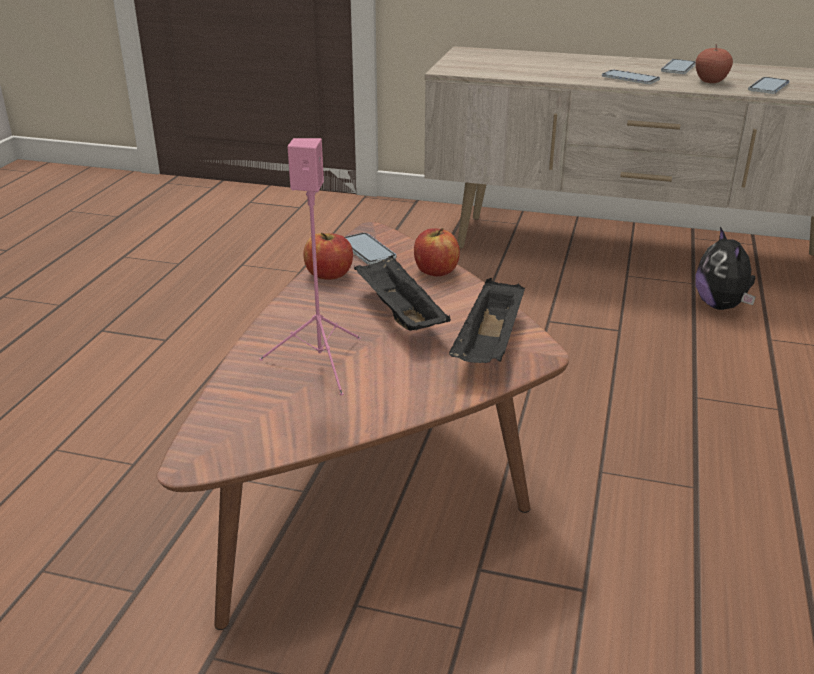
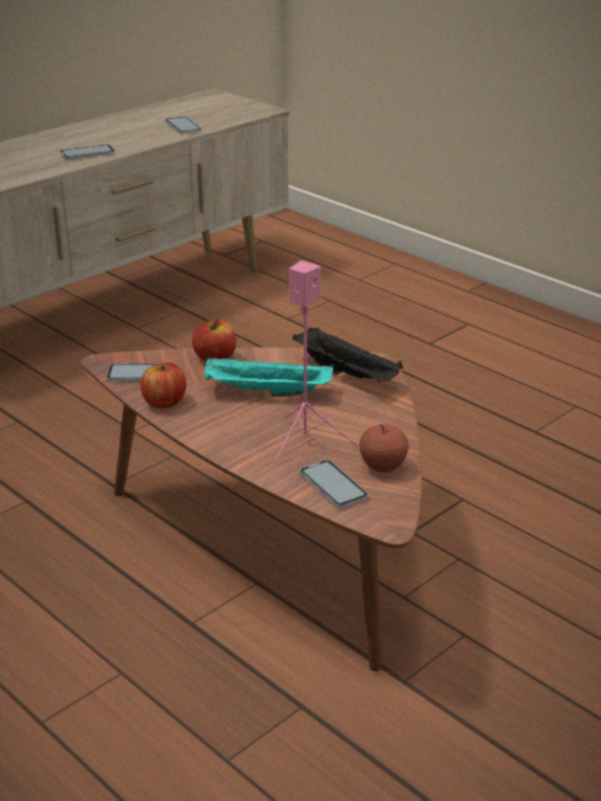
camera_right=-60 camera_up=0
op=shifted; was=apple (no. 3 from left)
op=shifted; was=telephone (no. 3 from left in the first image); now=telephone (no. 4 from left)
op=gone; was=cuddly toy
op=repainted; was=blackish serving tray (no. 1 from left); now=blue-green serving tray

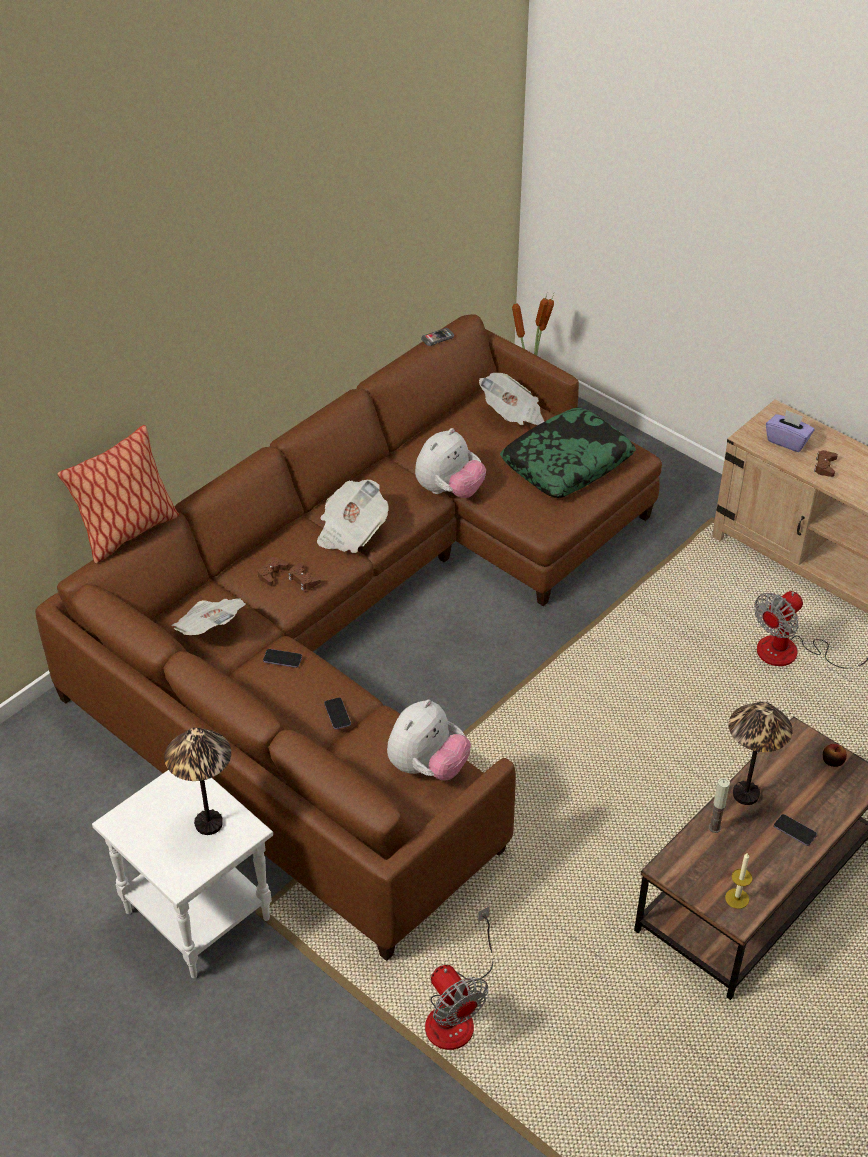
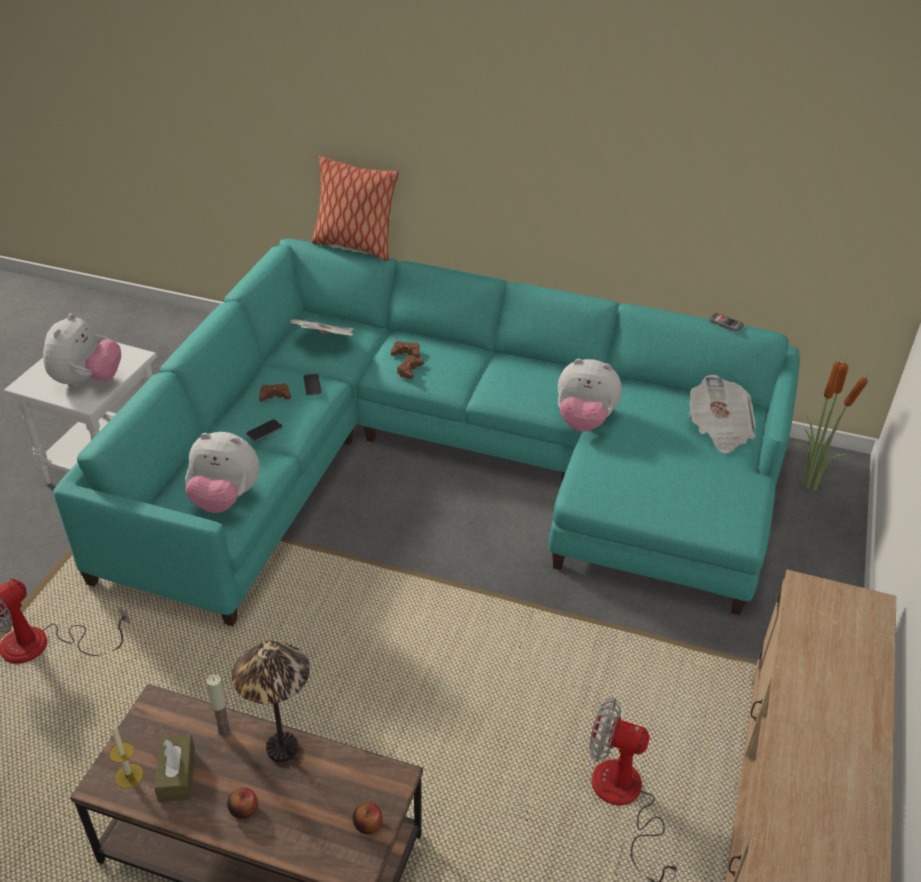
camera_right=65 camera_up=-5
op=repainted; was=brown-coloured sofa; now=blue-green sofa
op=gone; was=pillow (no. 2 from left)
op=gone; was=purple-coloured box of tissues
op=shifted; was=brown-coloured gamepad (no. 3 from left in the first image); now=brown-coloured gamepad (no. 1 from left)
op=gone; was=printed paper (no. 2 from left)
op=swapped; was=lamp for a table (no. 1 from left); now=cuddly toy (no. 1 from left)
op=swapped; was=telephone (no. 4 from left); now=apple (no. 1 from left)
op=new; now=brown-coloured box of tissues

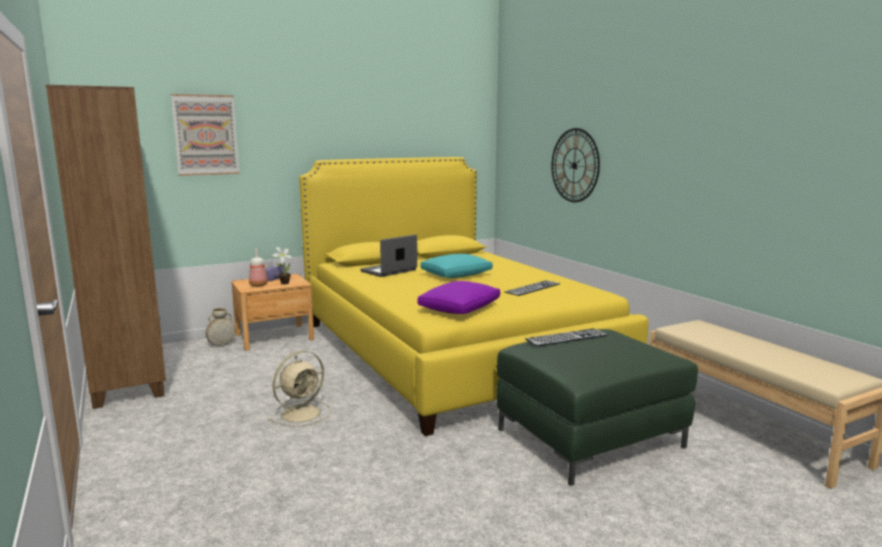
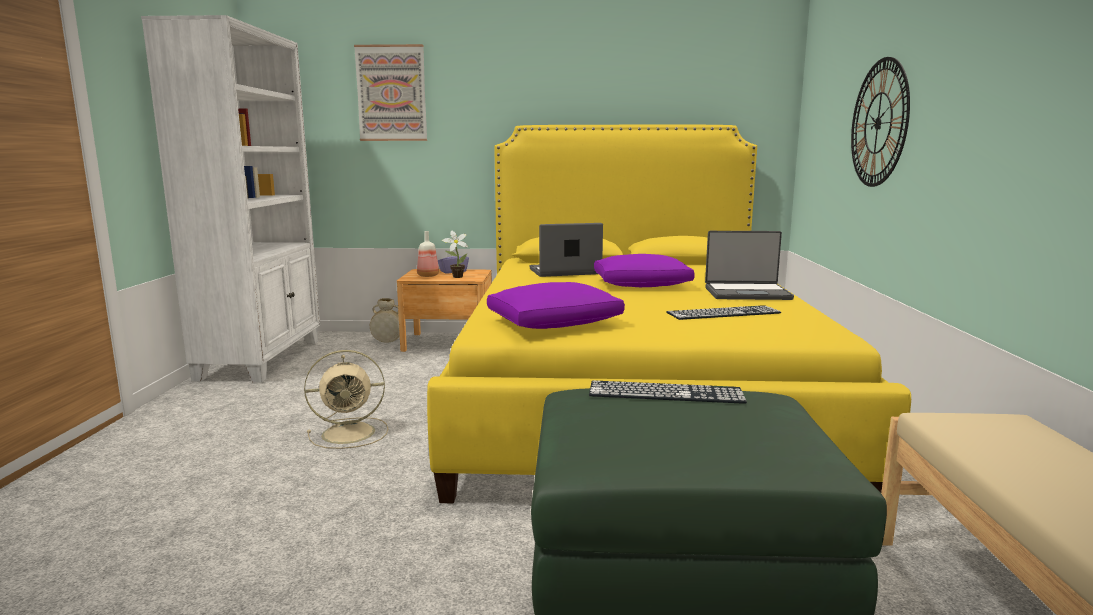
camera_right=30 camera_up=0
op=repainted; was=brown-coloured shelving unit; now=whitish shelving unit
op=repainted; was=blue-green pillow; now=purple-coloured pillow (no. 2 from left)
op=new; now=notebook computer (no. 2 from left)

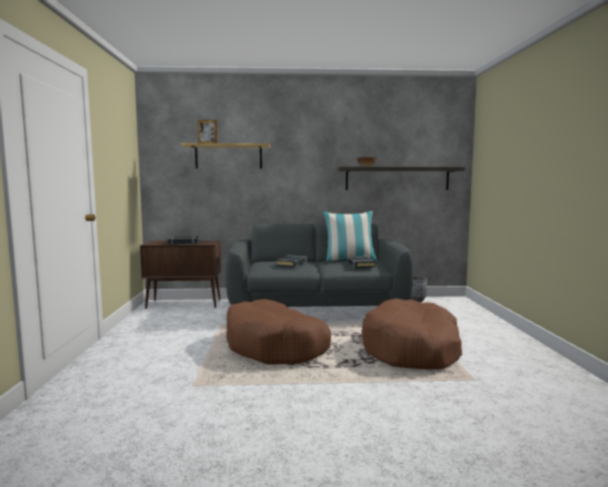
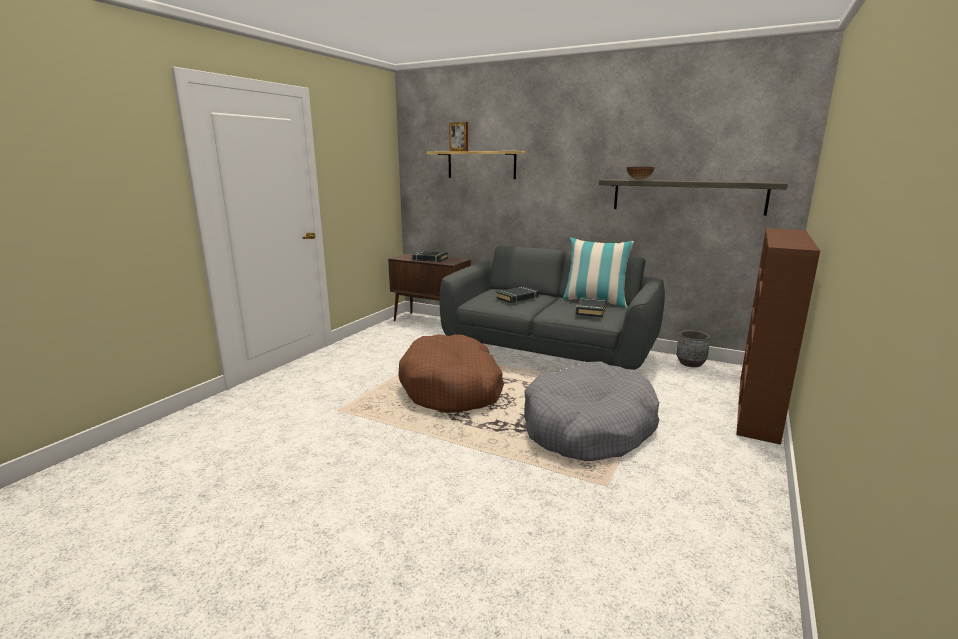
camera_right=30 camera_up=10
op=repainted; was=brown-coloured dog cushion (no. 2 from left); now=gray dog cushion
op=new; now=brown-coloured shelving unit

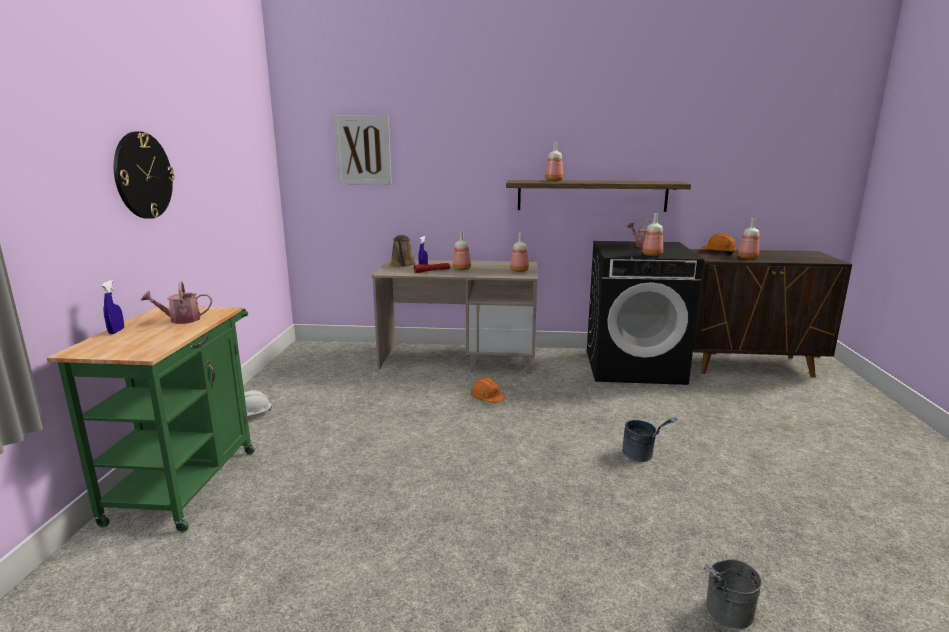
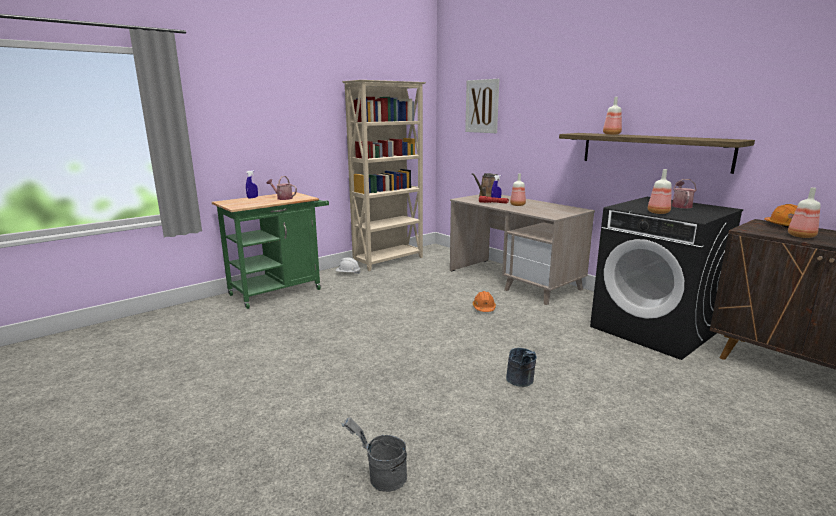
camera_right=45 camera_up=0
op=gone; was=clock on the wall
op=gone; was=beverage bottle (no. 2 from left)
op=new; now=sand-coloured shelving unit

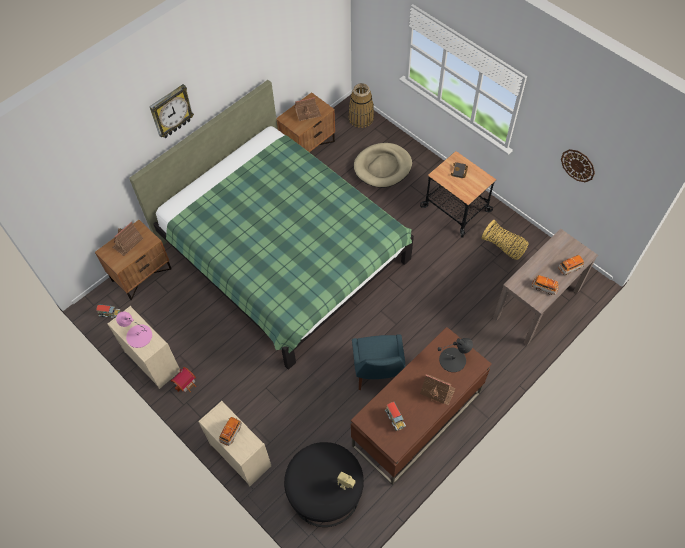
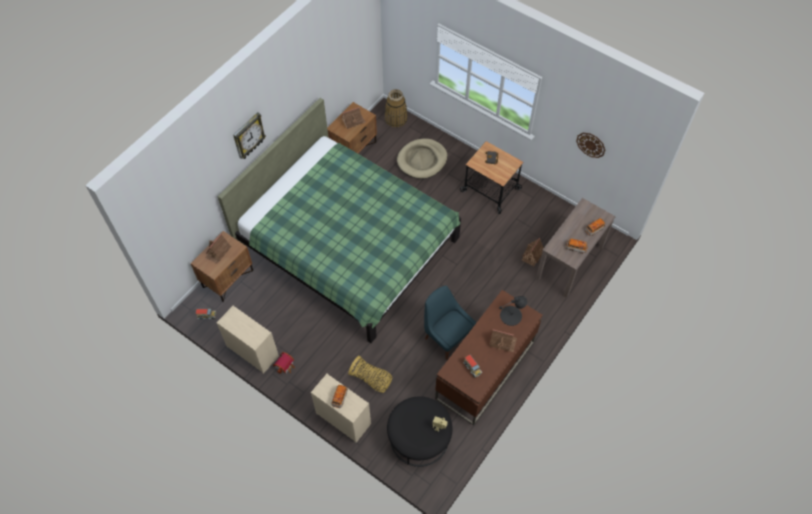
camera_right=-10 camera_up=0
op=shifted; was=household basket (no. 2 from left in the first image); now=household basket (no. 1 from left)
op=gone; was=pink lamp for a table
op=rotated; was=blue-coloured chair; clockwise=150
op=new; now=toy house (no. 5 from left)

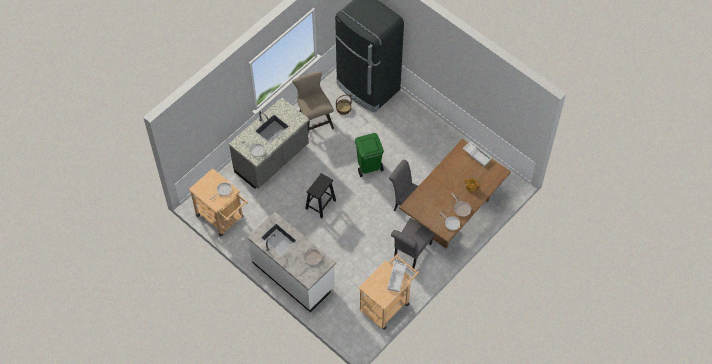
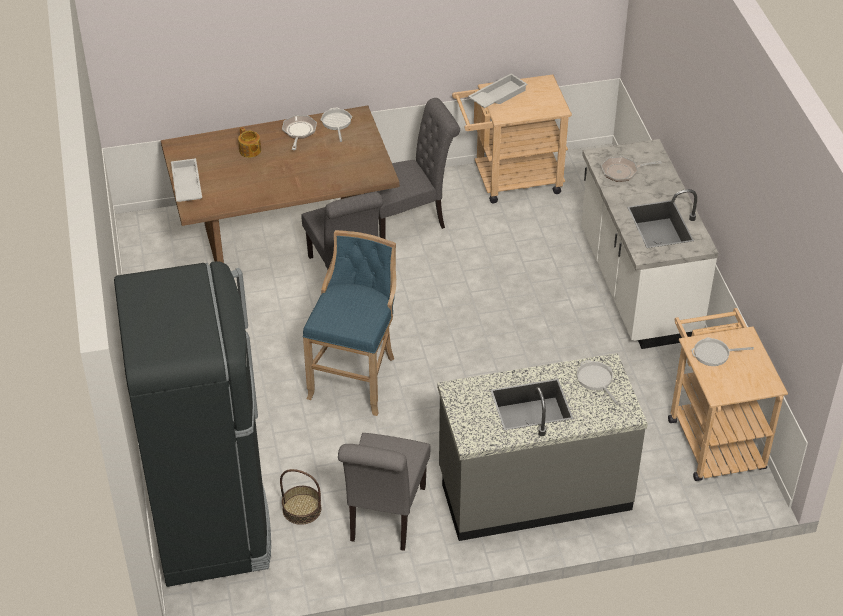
camera_right=-145 camera_up=-15
op=swapped; was=sand-coloured stool; now=gray chair (no. 2 from left)
op=swapped; was=green trash can; now=blue-coloured stool
op=gone; was=blackish stool

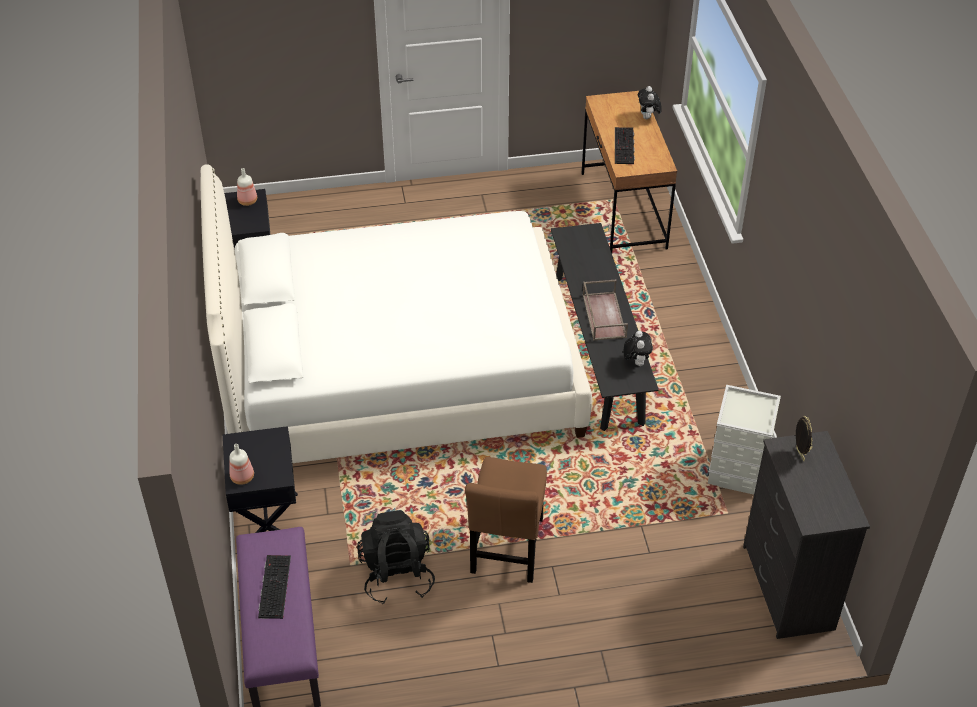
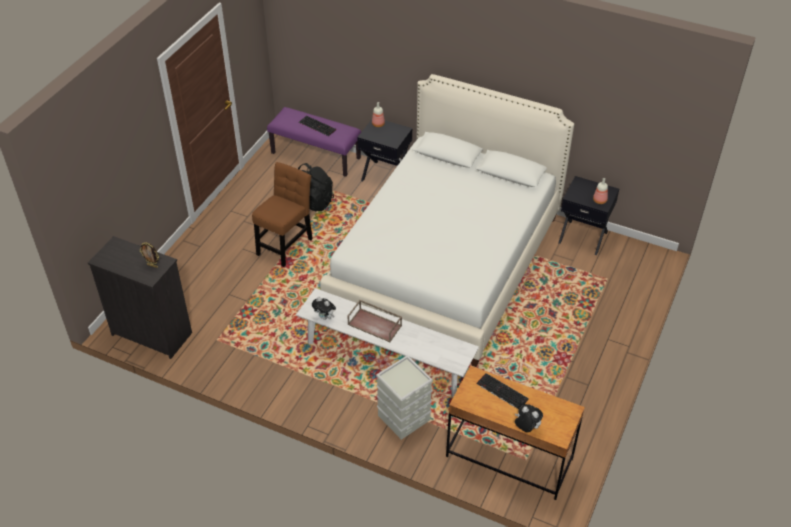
camera_right=125 camera_up=0
op=repainted; was=blackish indoor bench; now=whitish indoor bench
op=shifted; was=gray storage bin
op=rotated; was=brown-coloured chair; clockwise=75

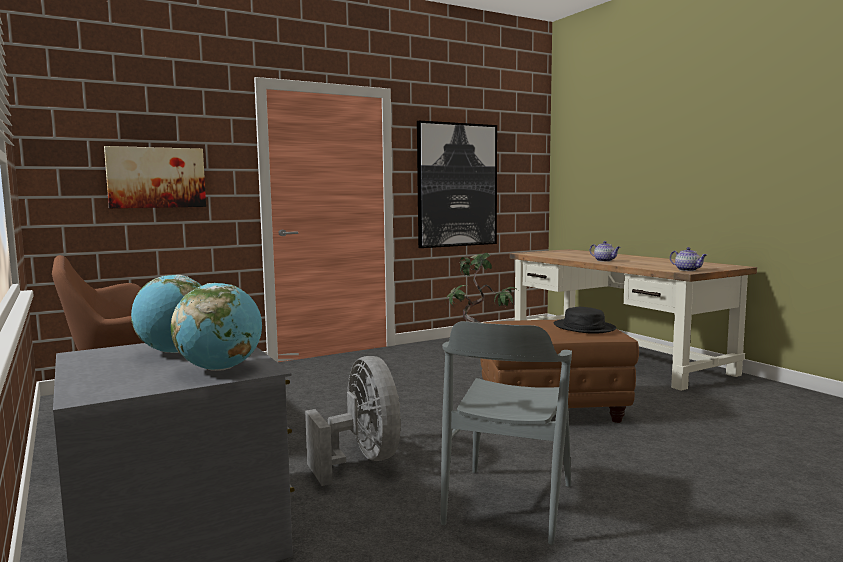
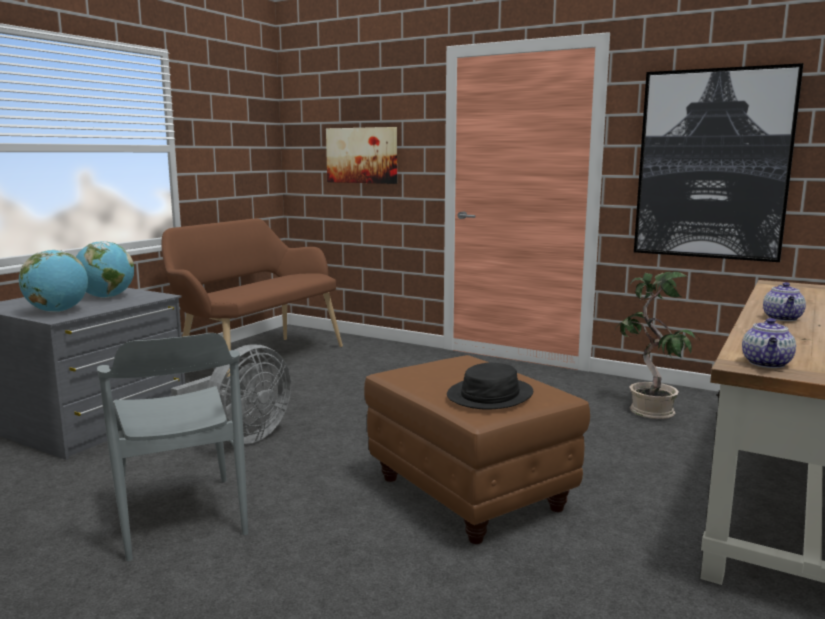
camera_right=60 camera_up=5
op=rotated; was=gray chair; clockwise=-105

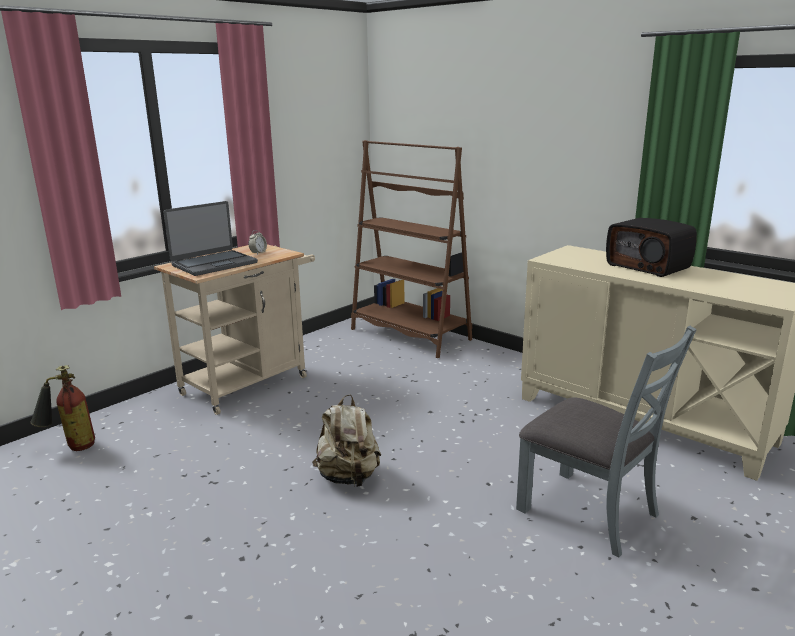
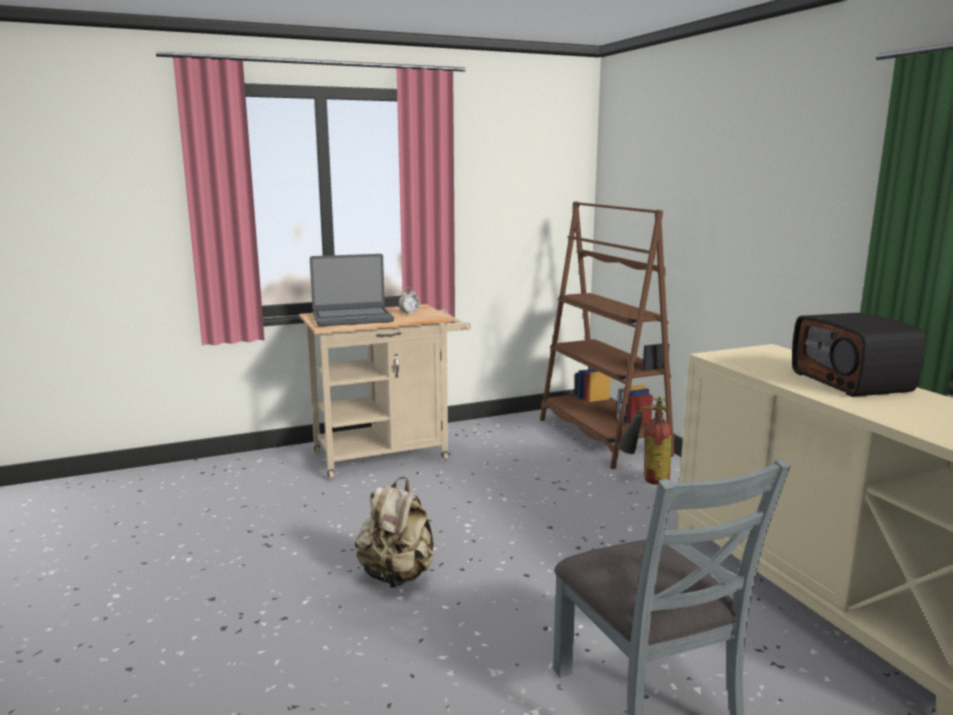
camera_right=25 camera_up=-5
op=shifted; was=fire-fighting cylinder

